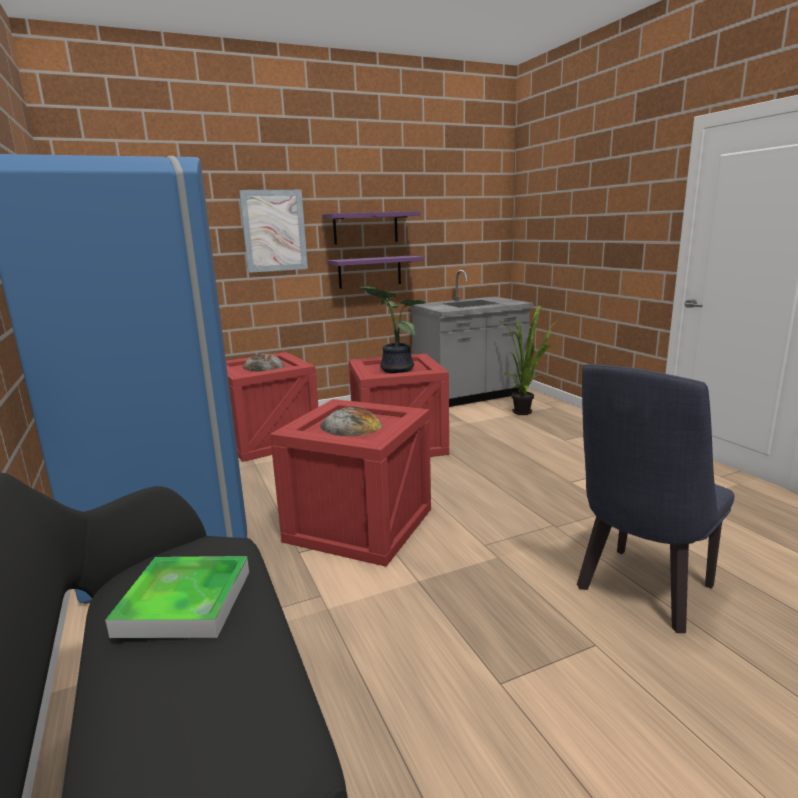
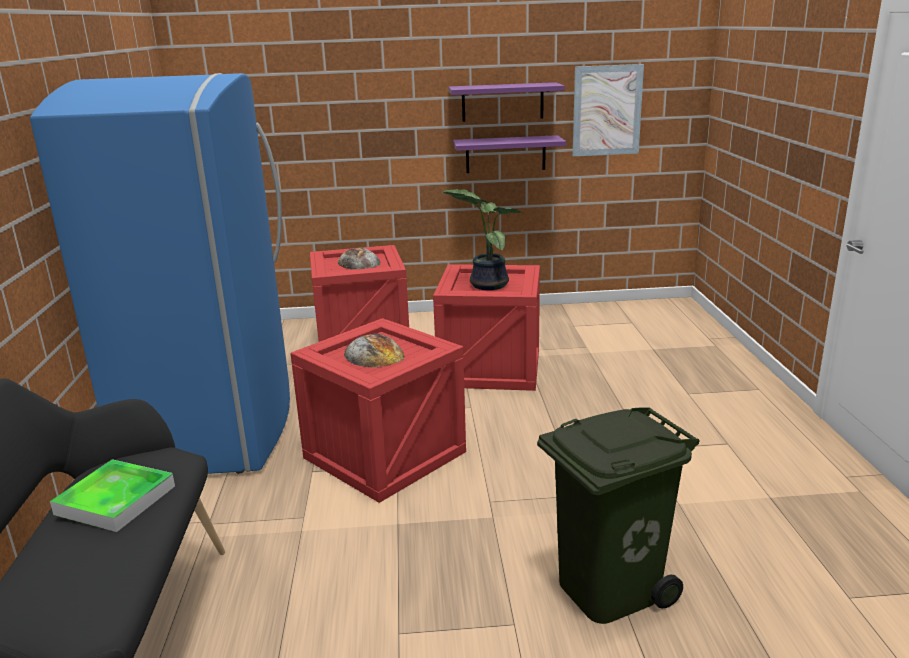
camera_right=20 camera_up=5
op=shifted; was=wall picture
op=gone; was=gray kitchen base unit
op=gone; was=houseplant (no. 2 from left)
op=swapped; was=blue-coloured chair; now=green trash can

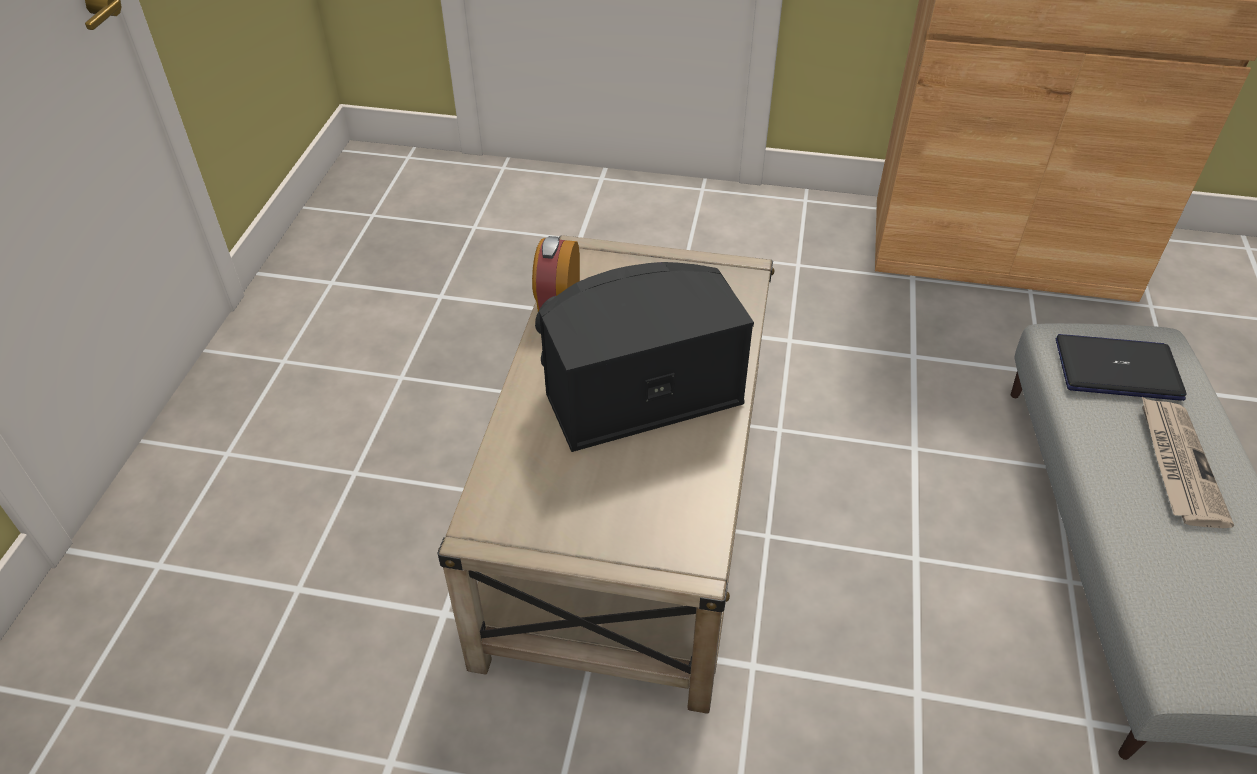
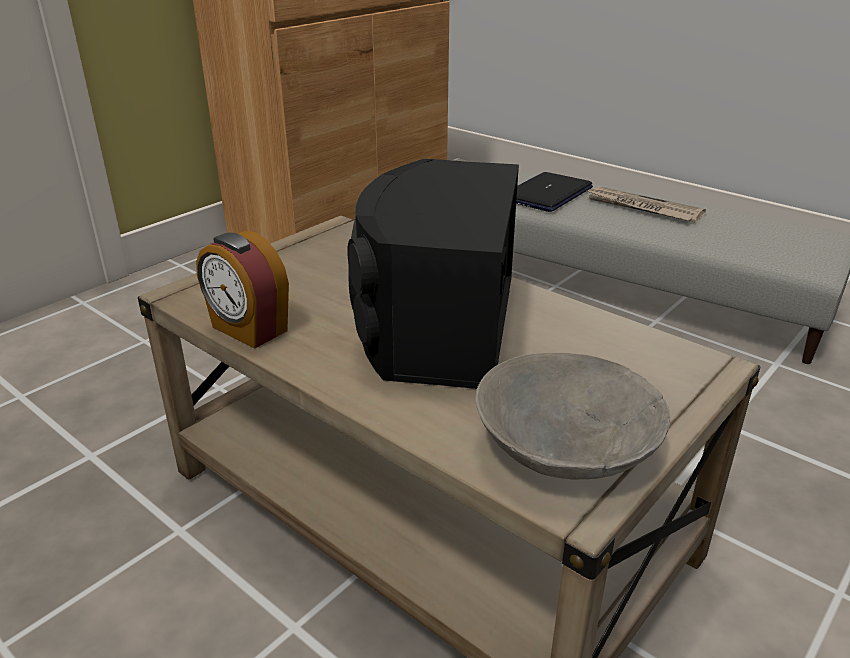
camera_right=-60 camera_up=-15
op=new; now=gray bowl

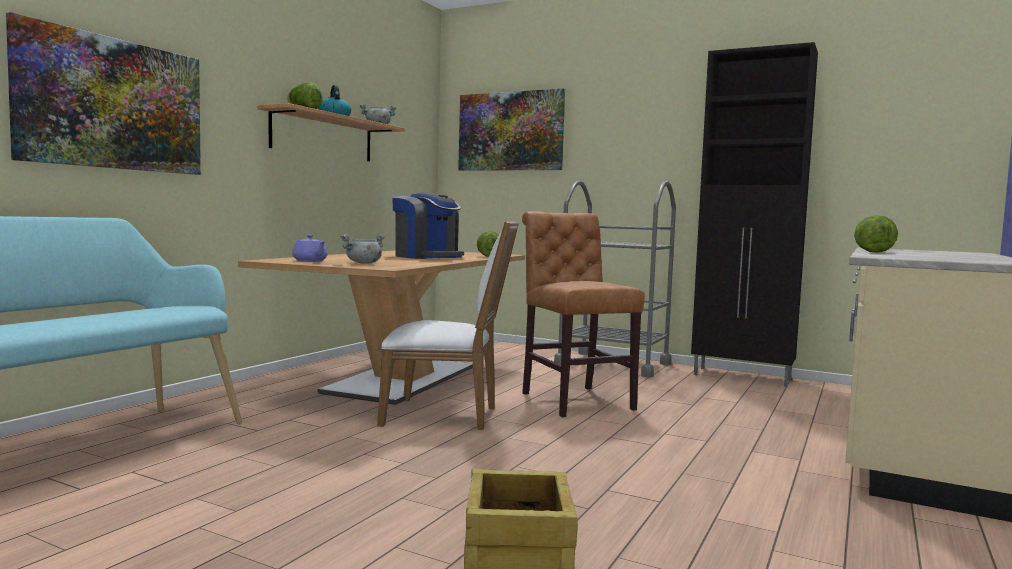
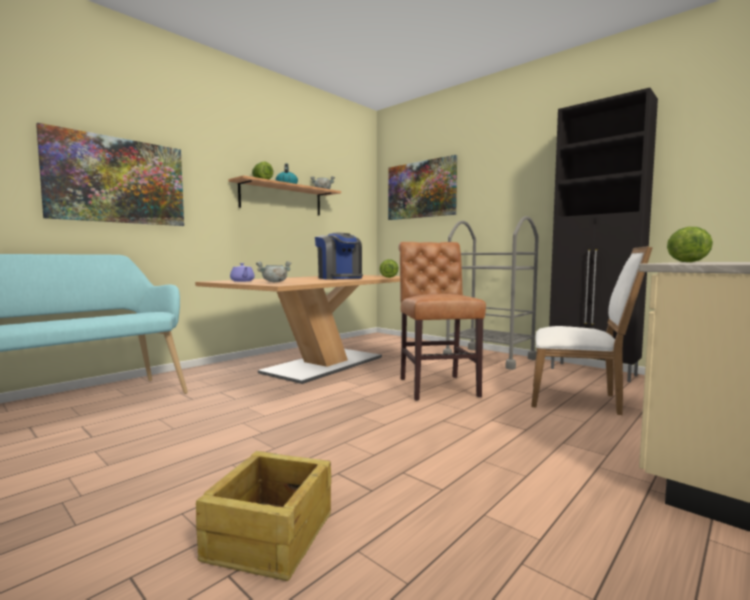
camera_right=15 camera_up=0
op=shifted; was=whitish chair

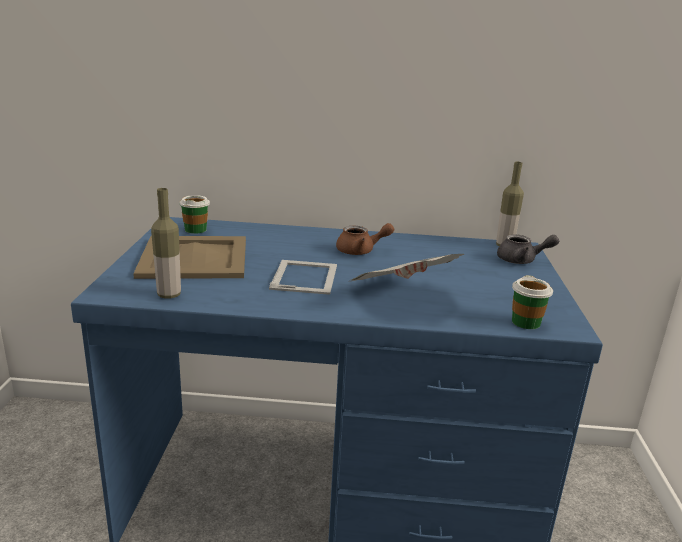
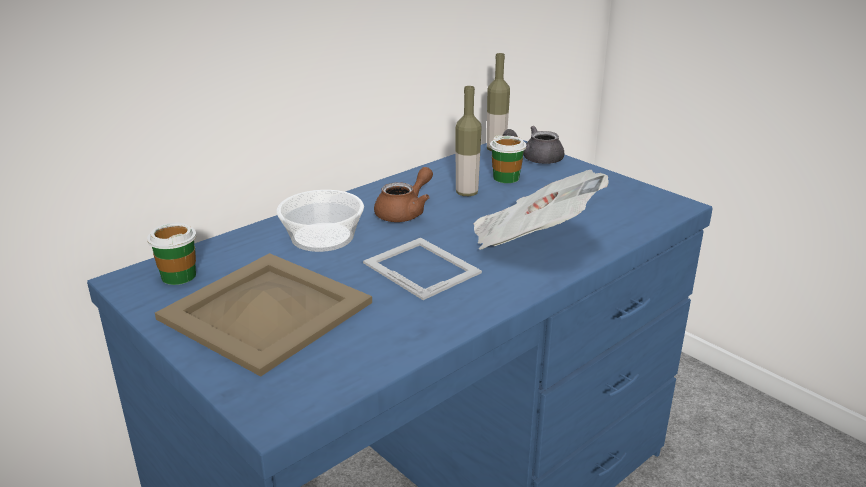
camera_right=-45 camera_up=5
op=shifted; was=beverage bottle (no. 1 from left)
op=rotated; was=gray tea pot; clockwise=-150
op=shifted; was=small cup (no. 2 from left)
op=new; now=bowl

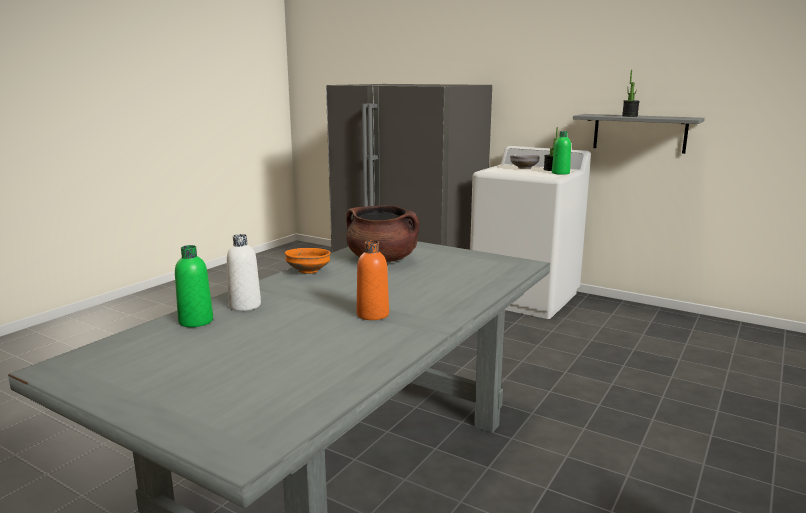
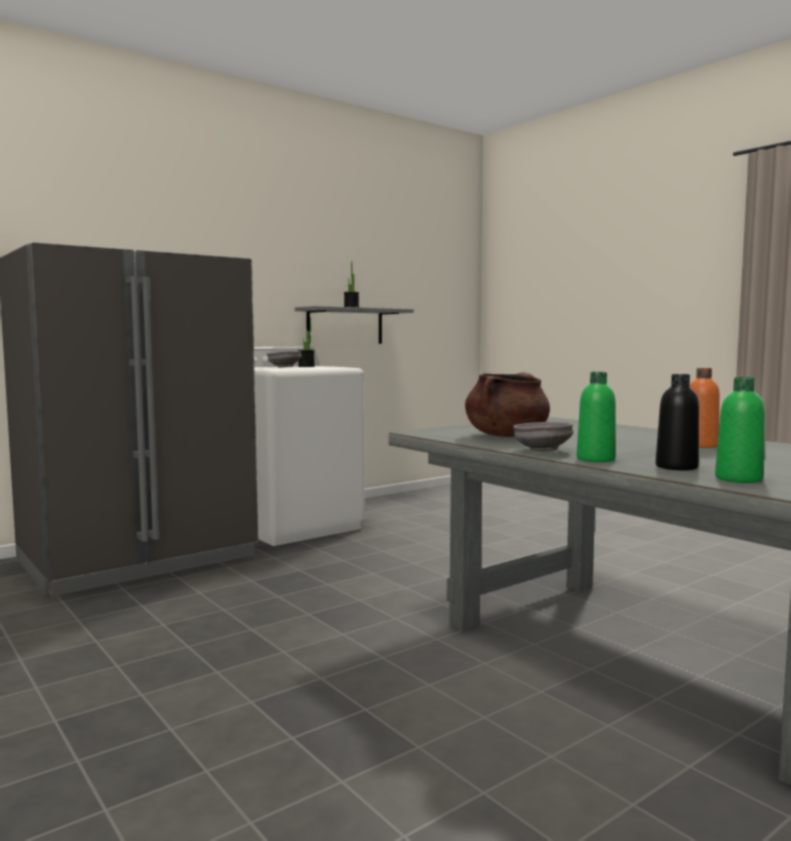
camera_right=-70 camera_up=-10
op=shifted; was=green beverage bottle (no. 2 from left in the first image); now=green beverage bottle (no. 1 from left)
op=repainted; was=whitish beverage bottle; now=blackish beverage bottle
op=repainted; was=orange-coloured bowl; now=gray bowl (no. 2 from left)

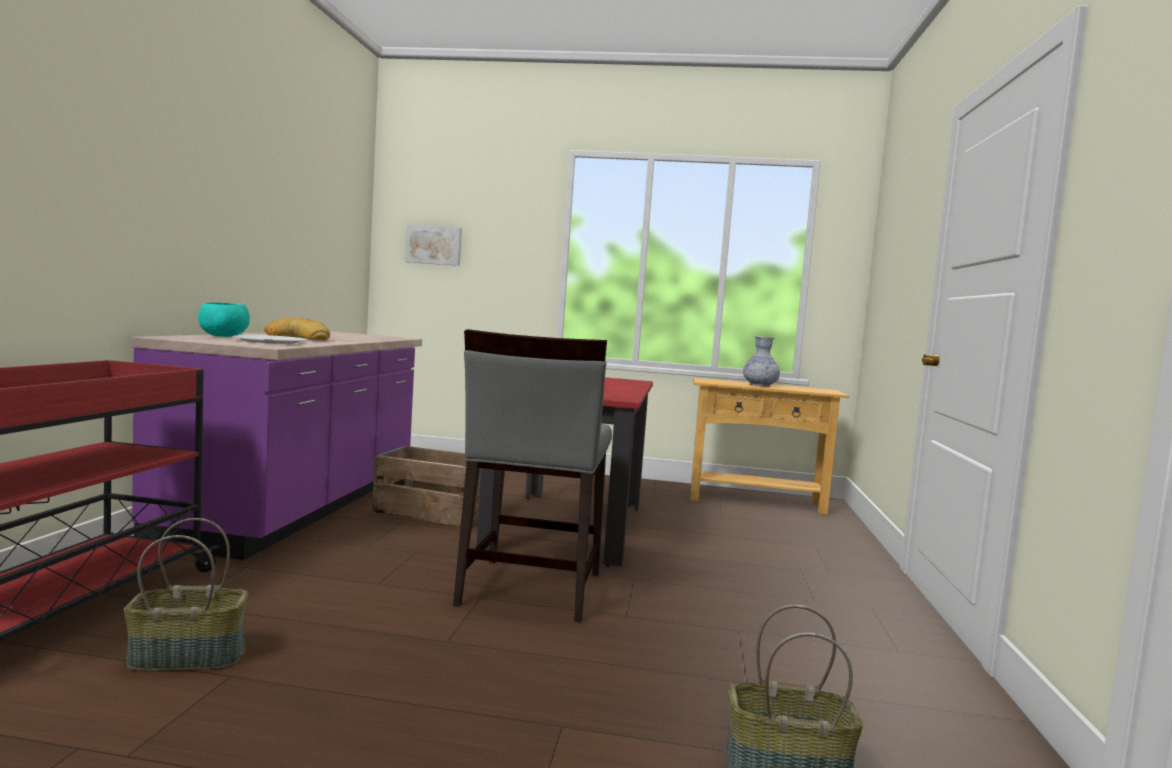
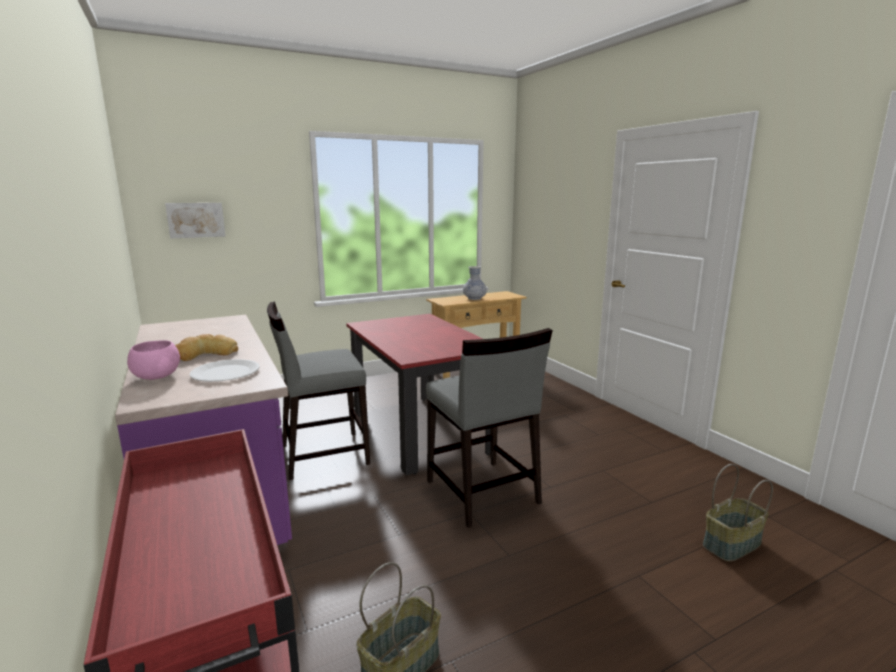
camera_right=-35 camera_up=10
op=repainted; was=blue-green bowl; now=pink bowl
op=swapped; was=crate; now=gray chair (no. 1 from left)

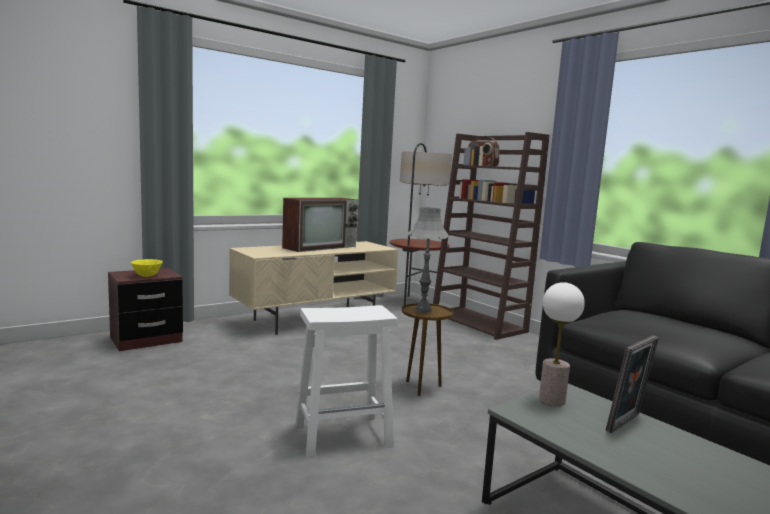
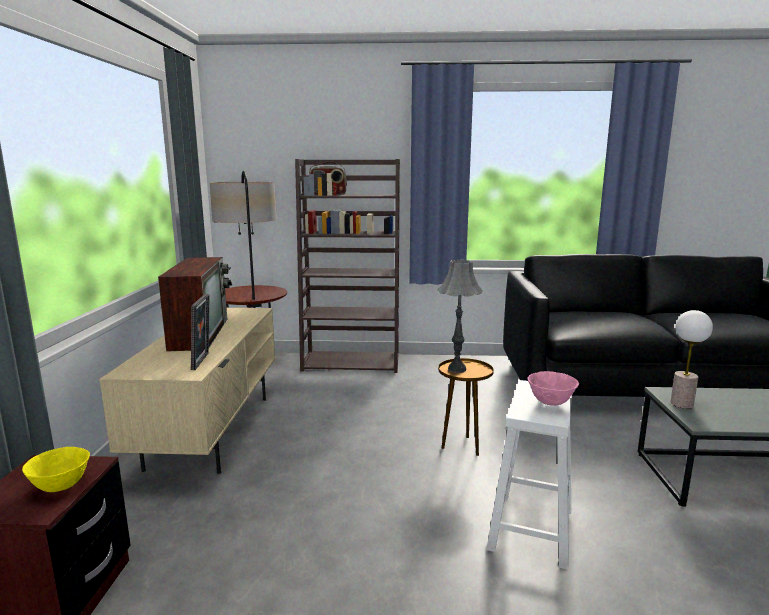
camera_right=-50 camera_up=5
op=shifted; was=standing frame
op=new; now=pink bowl

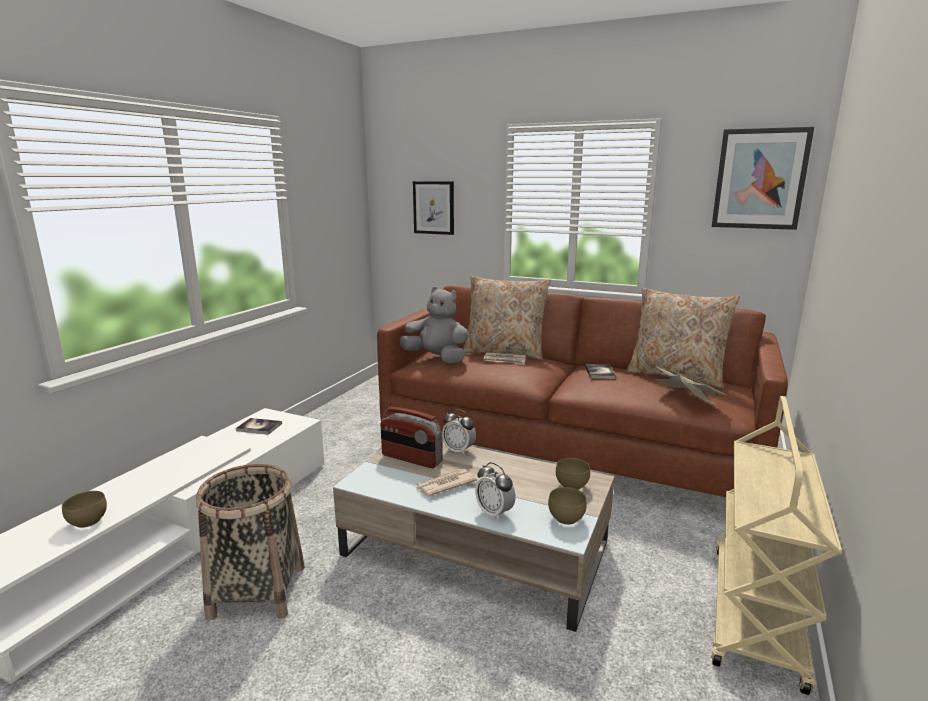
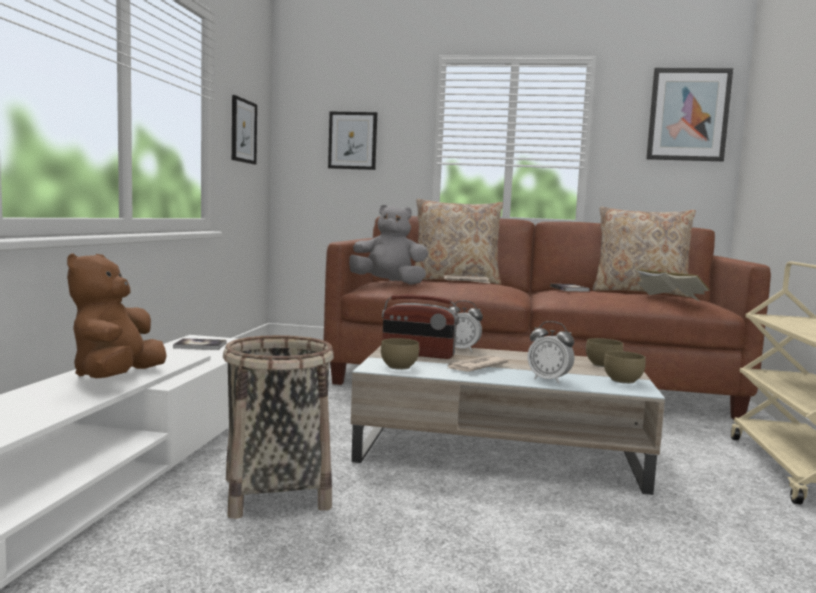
camera_right=-15 camera_up=-10
op=shifted; was=brown-coloured bowl (no. 1 from left)
op=new; now=wall picture (no. 1 from left)
op=new; now=brown-coloured cuddly toy

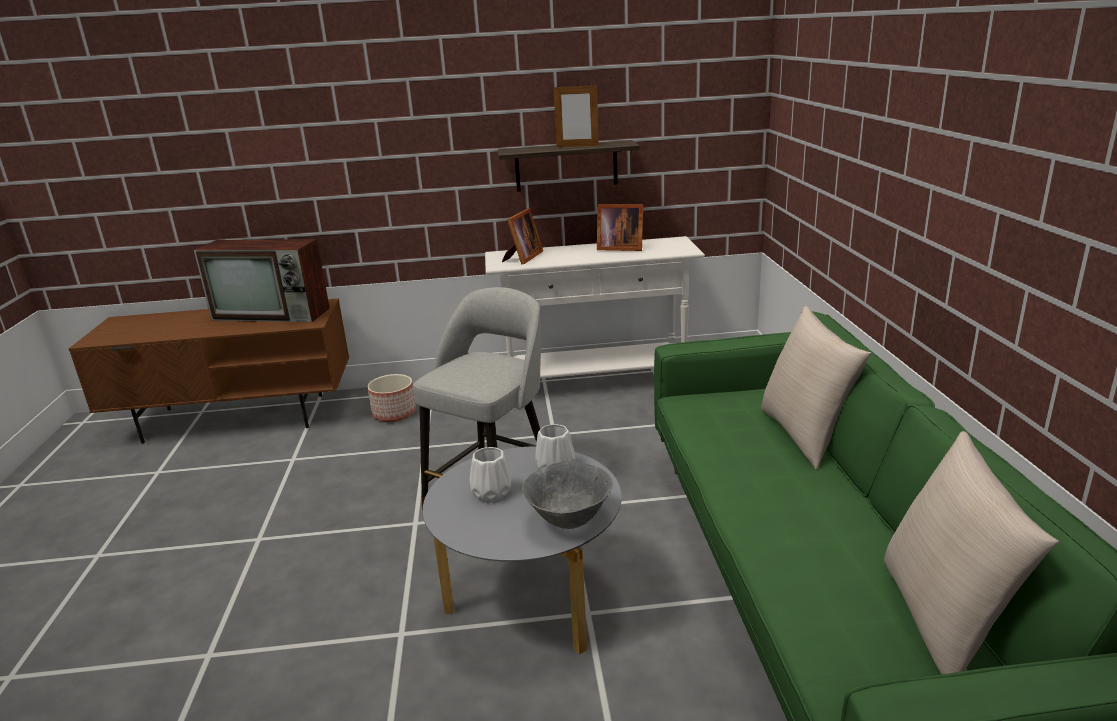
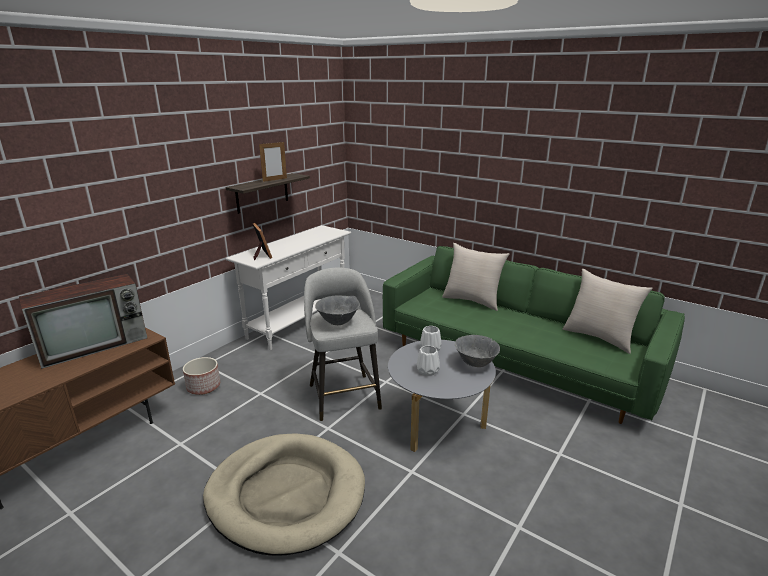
camera_right=-50 camera_up=0
op=gone; was=standing frame (no. 3 from left)
op=new; now=gray bowl (no. 1 from left)
op=new; now=sand-coloured dog cushion

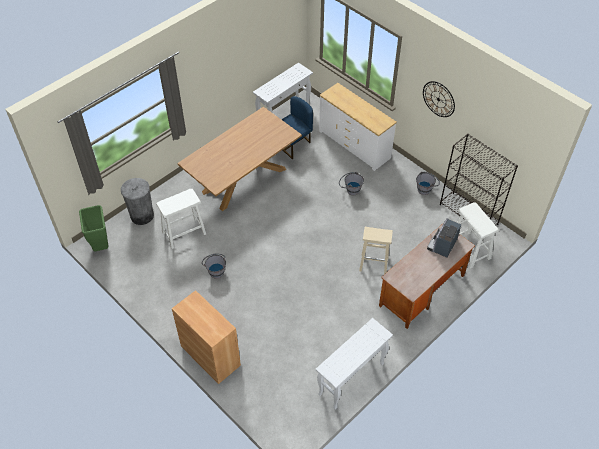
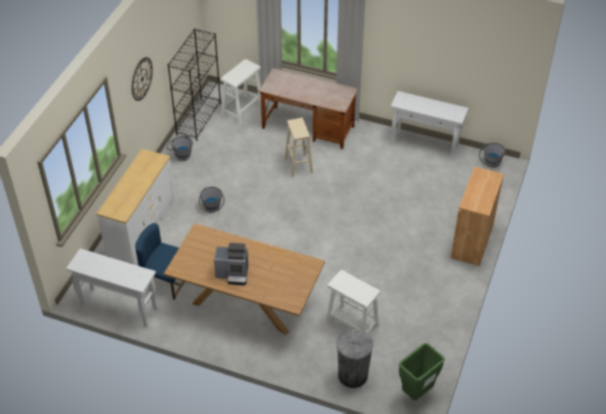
camera_right=-115 camera_up=-5
op=shifted; was=coffee machine
op=shifted; was=gray water bucket (no. 1 from left in the first image); now=gray water bucket (no. 3 from left)

